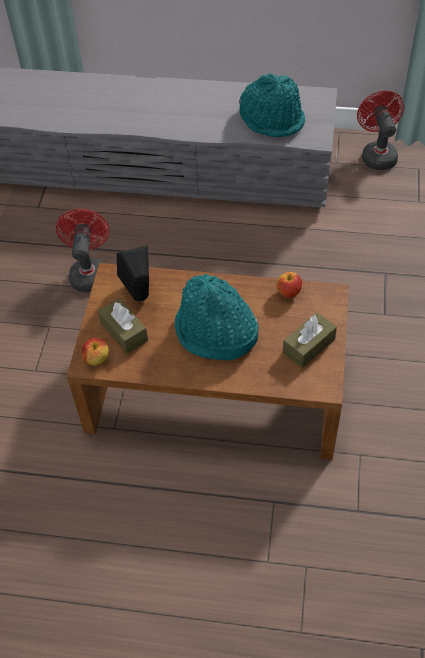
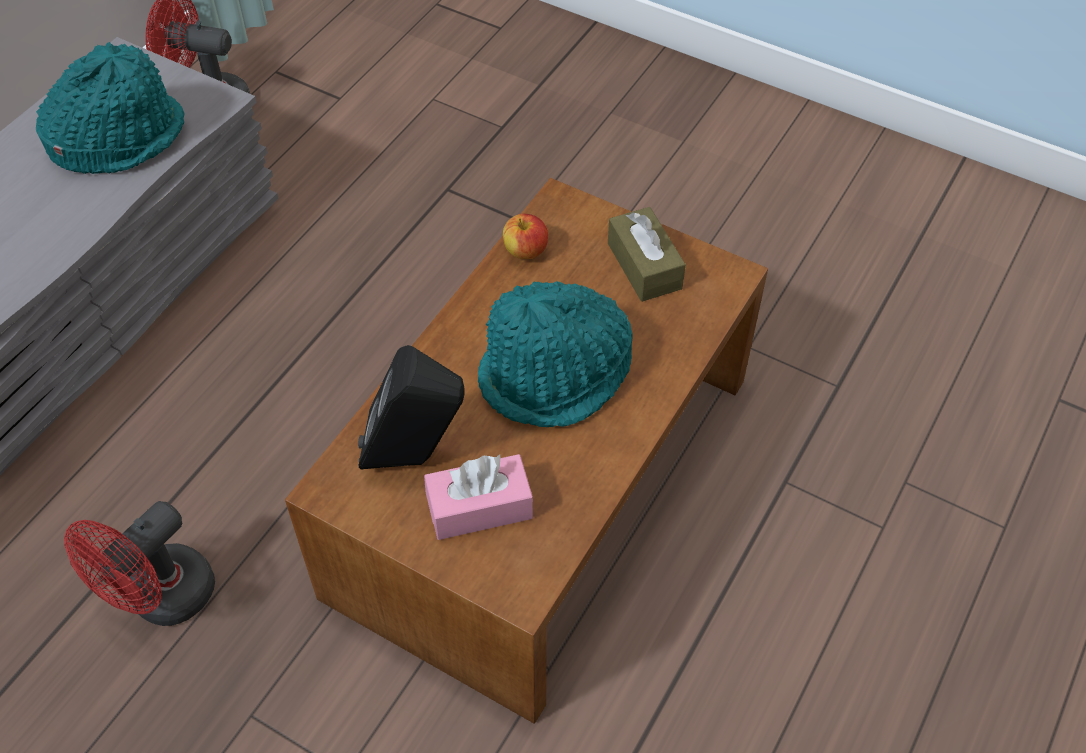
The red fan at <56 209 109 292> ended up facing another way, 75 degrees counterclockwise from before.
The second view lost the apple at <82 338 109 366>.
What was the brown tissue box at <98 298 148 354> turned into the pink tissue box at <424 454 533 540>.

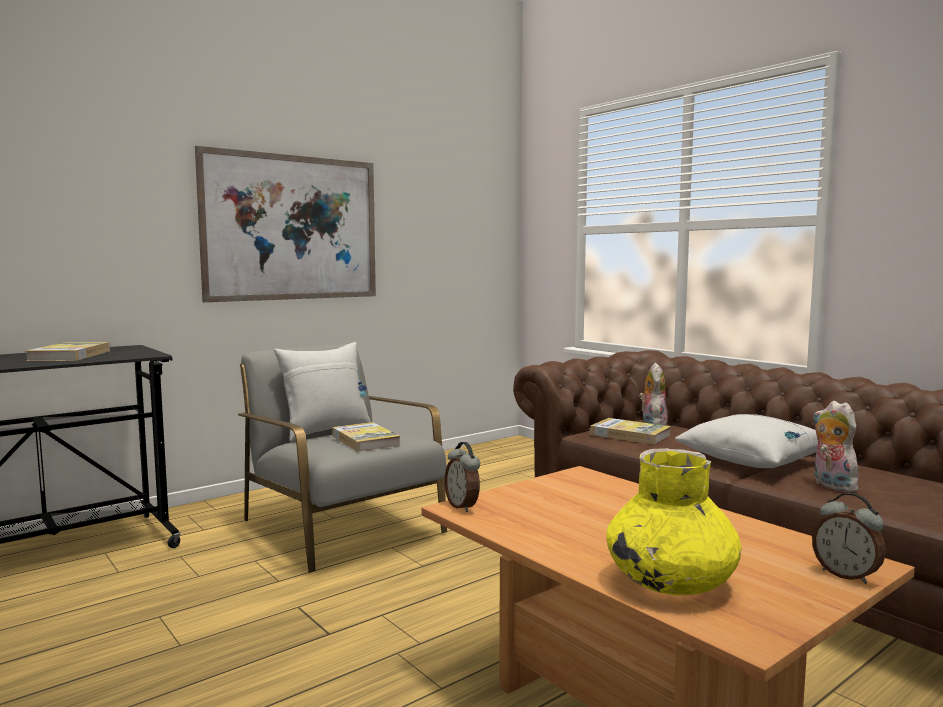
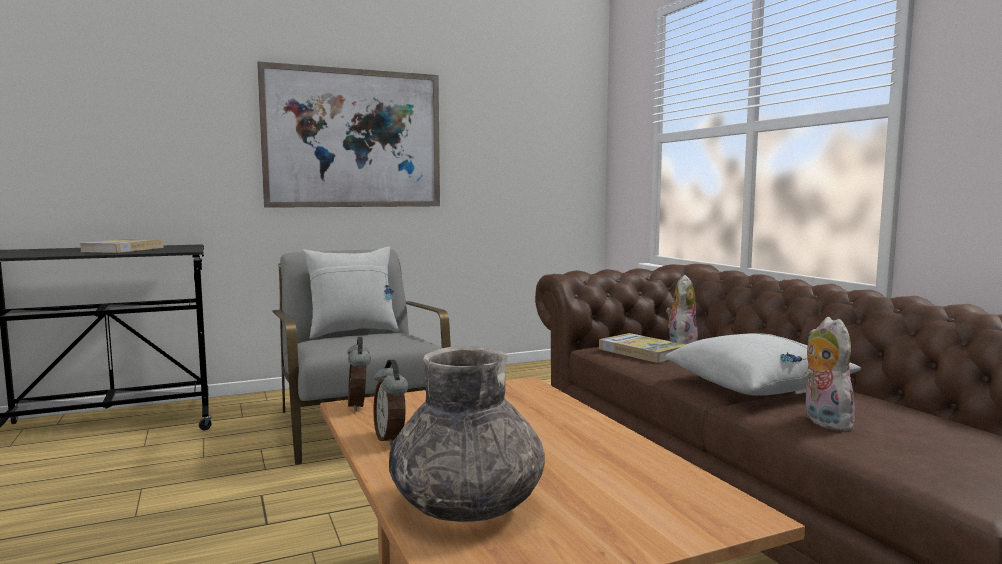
The second view lost the book at <332 422 400 451>.
What was the yellow vase at <606 448 741 595> turned into the grey vase at <389 346 545 522>.
The alarm clock ended up elsewhere, having gone from <812 493 886 584> to <373 360 408 446>.

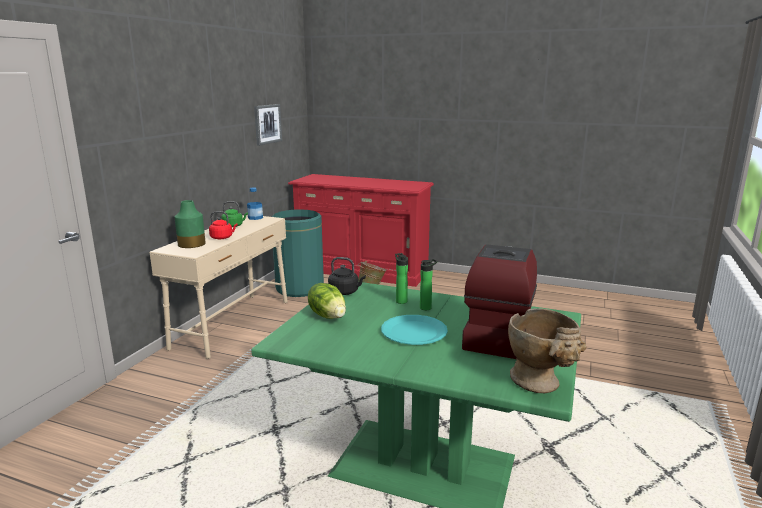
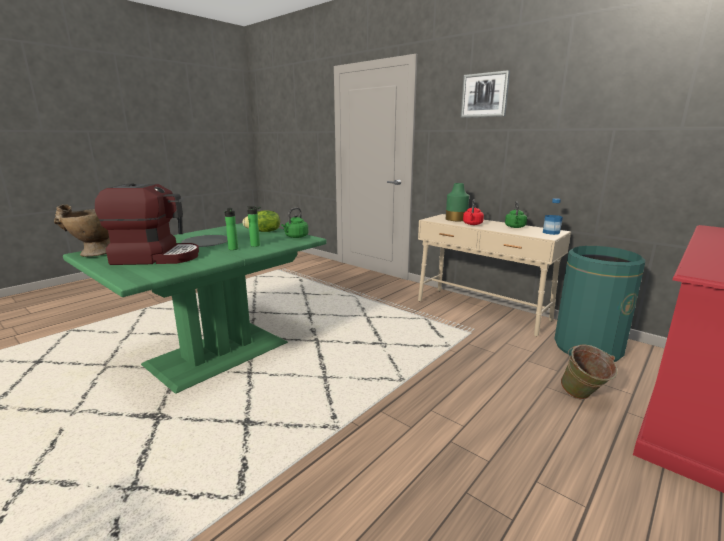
The picture ended up elsewhere, having gone from <254 104 282 146> to <461 70 510 118>.
What was the black kettle at <328 257 366 295> turned into the green kettle at <281 208 308 238>.
What was the turquoise plate at <381 315 448 345> turned into the grey plate at <181 235 228 247>.
The coffee machine at <462 244 537 359> ended up facing another way, 45 degrees counterclockwise from before.

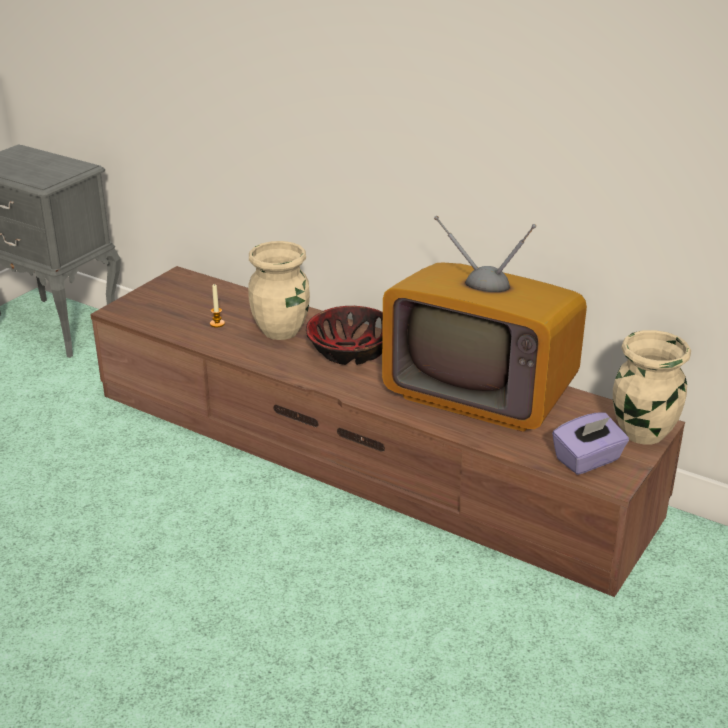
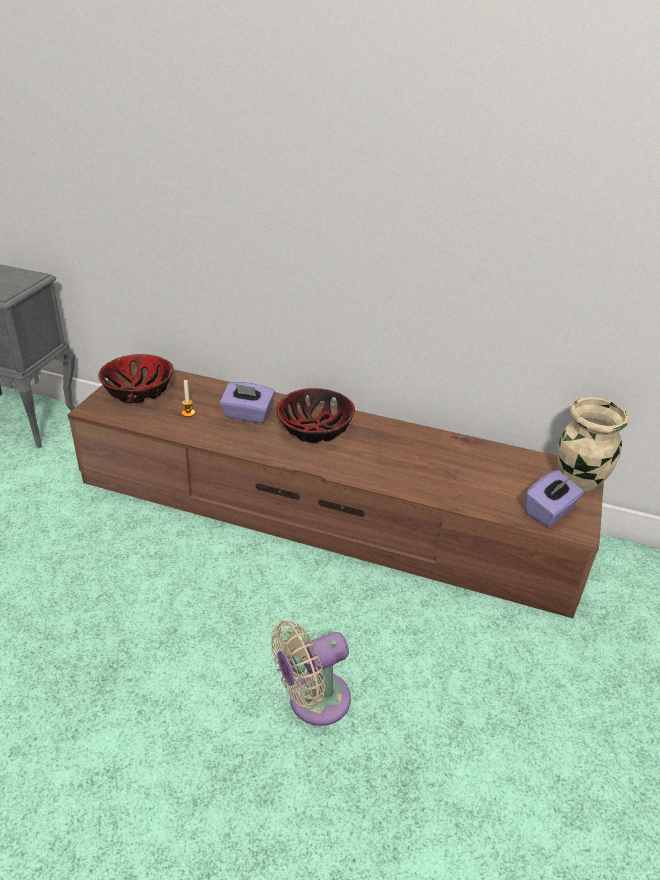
Where the beige vase stood at <248 241 310 340>, the purple tissue box came to stand at <220 382 275 423>.
The second view lost the television at <382 216 587 432>.
The second view gained the bowl at <98 354 174 403>.
The second view gained the beige fan at <271 621 351 726>.

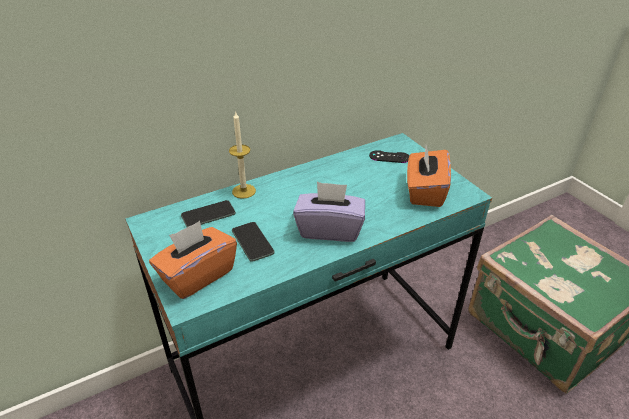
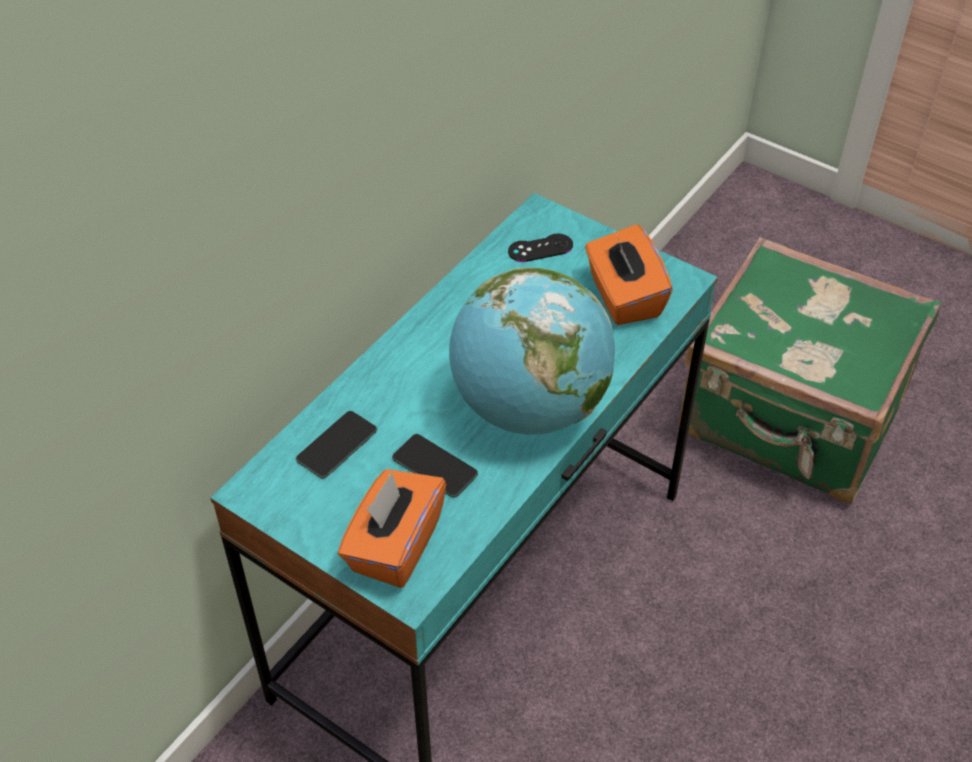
The second view lost the candle at <229 111 256 199>.
Where the purple tissue box stood at <293 182 365 242>, the globe came to stand at <449 268 615 435>.

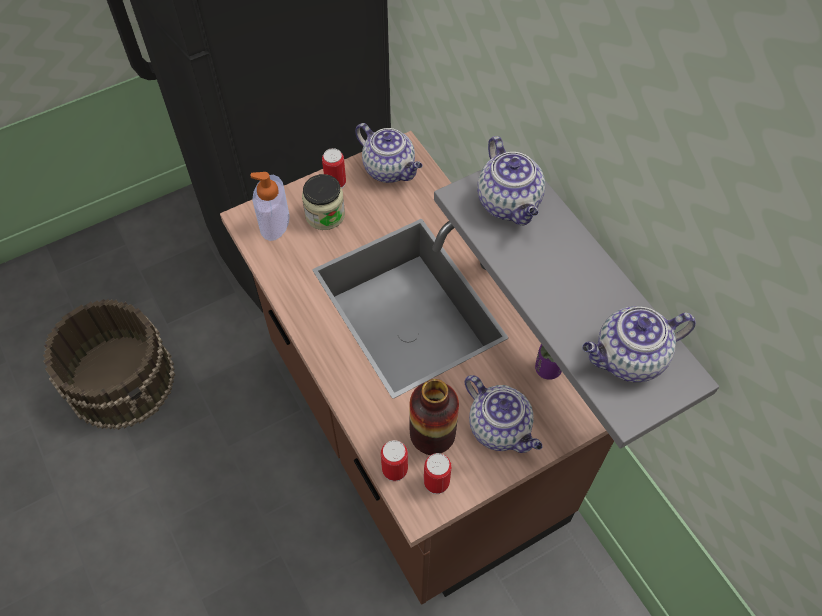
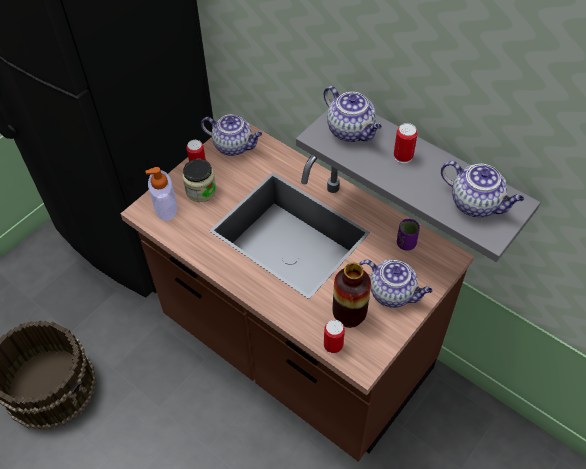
The can ended up elsewhere, having gone from <424 453 452 494> to <394 123 417 164>.
The teapot at <582 306 696 382> ended up facing another way, 105 degrees counterclockwise from before.

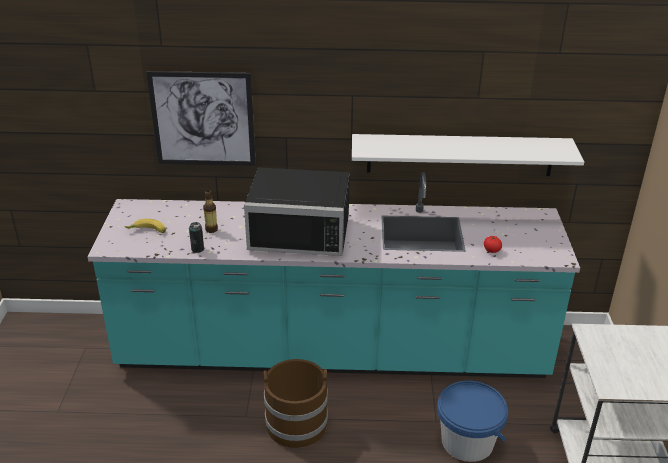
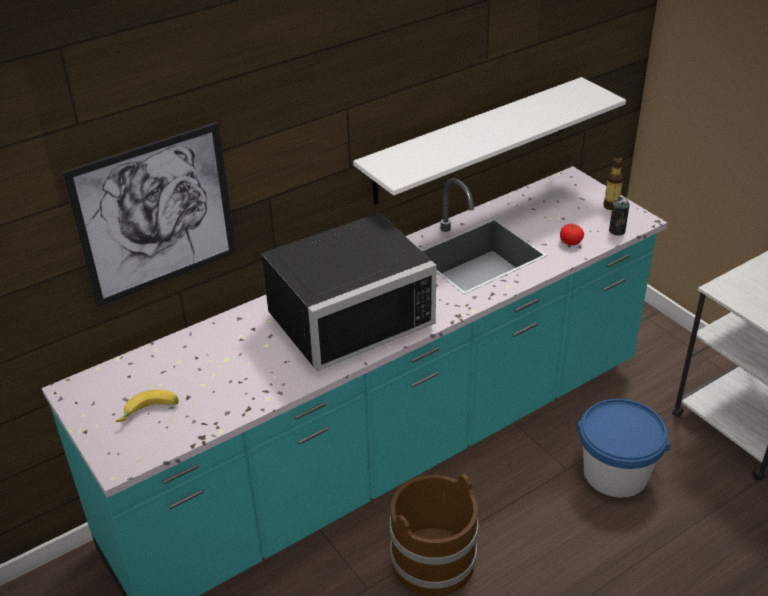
The can ended up elsewhere, having gone from <189 222 204 253> to <609 197 629 236>.
The bottle ended up elsewhere, having gone from <203 190 218 233> to <603 156 623 210>.

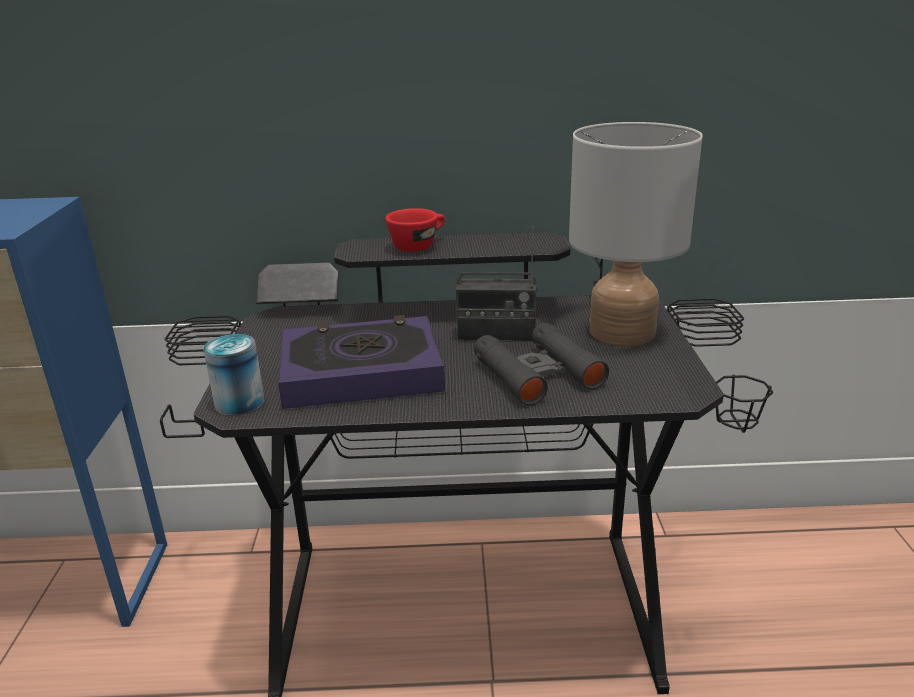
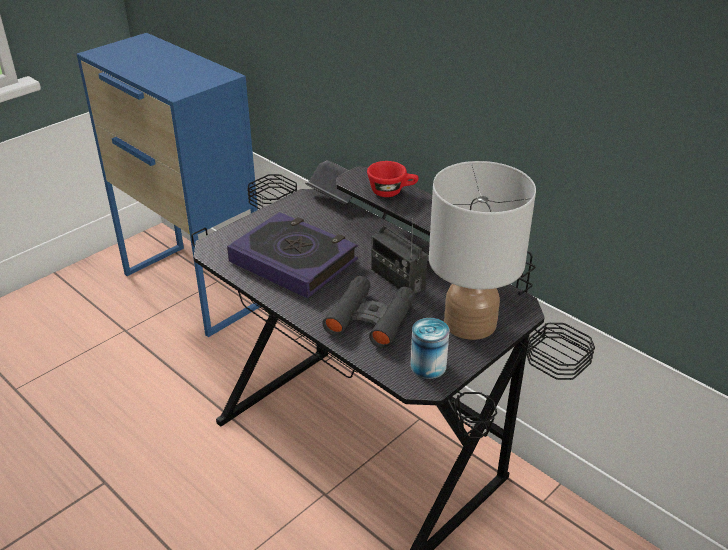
The can ended up elsewhere, having gone from <203 334 264 416> to <410 318 449 379>.

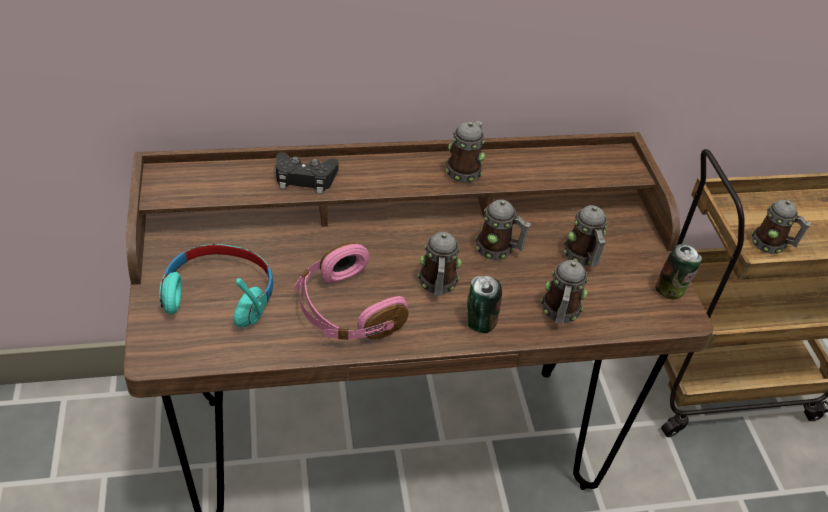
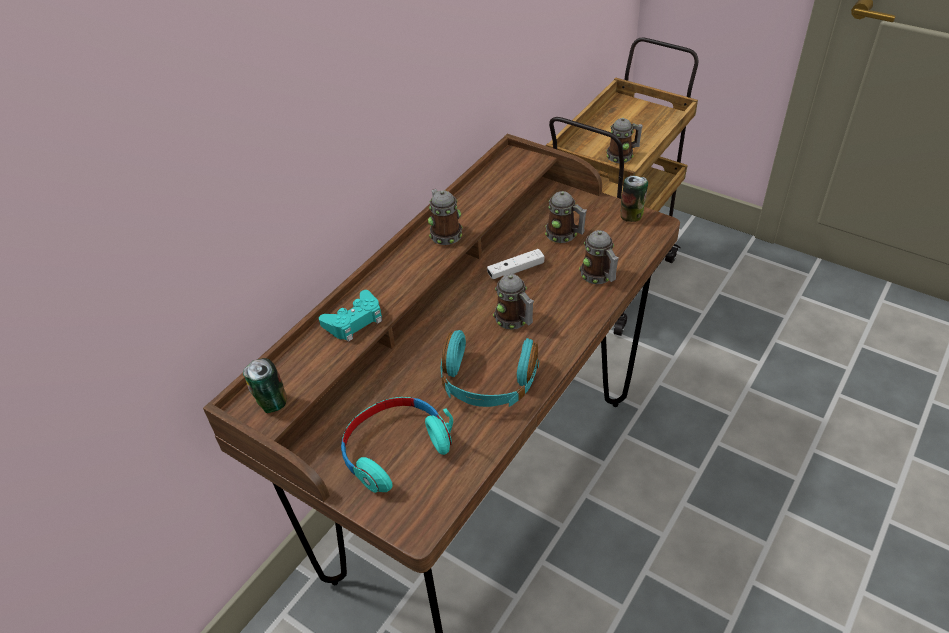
What was the black game controller at <276 152 339 194> turned into the turquoise game controller at <319 290 382 342>.
What was the pink headphones at <295 242 408 340> turned into the turquoise headphones at <441 330 539 407>.
The can ended up elsewhere, having gone from <467 275 502 333> to <243 358 287 413>.
Where the mug stood at <475 199 531 260>, the white game controller came to stand at <487 249 545 279>.

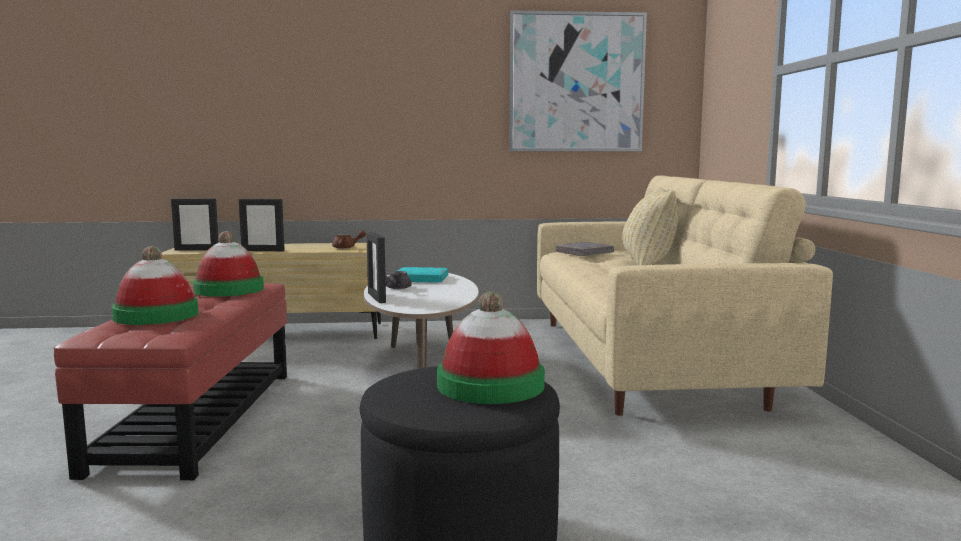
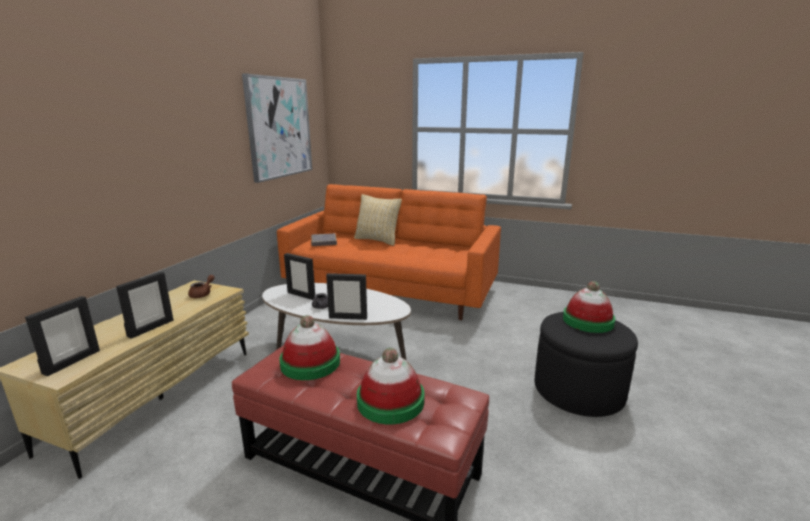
Where the turquoise book stood at <397 267 448 283>, the picture frame came to stand at <284 253 315 300>.
What was the beige sofa at <537 175 833 416> turned into the orange sofa at <277 184 501 320>.

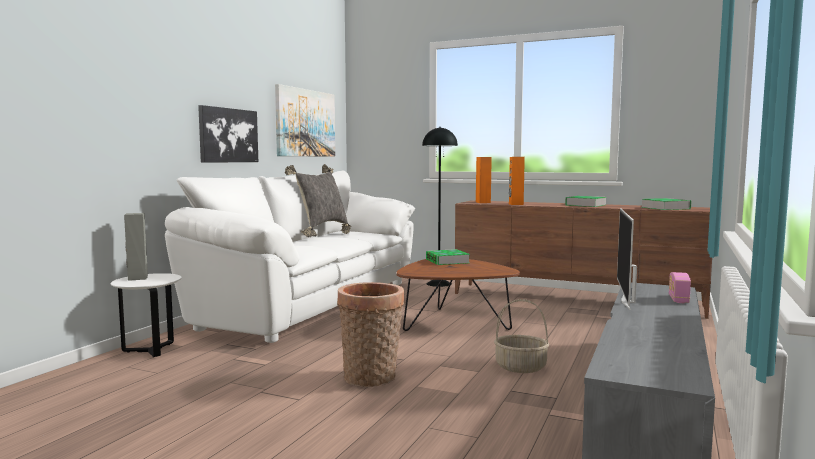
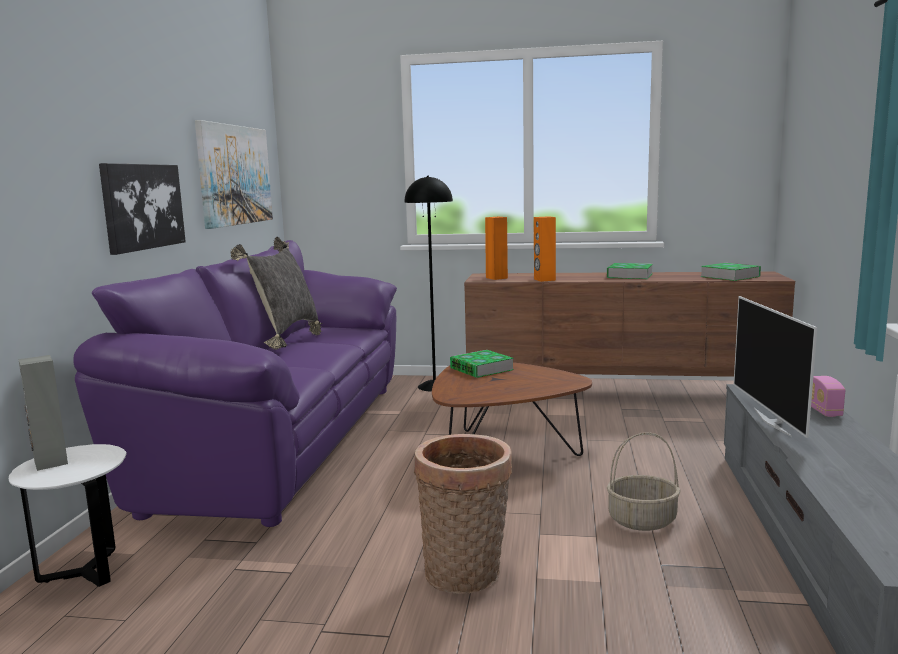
What was the white sofa at <165 171 415 343> turned into the purple sofa at <73 240 397 527>.

